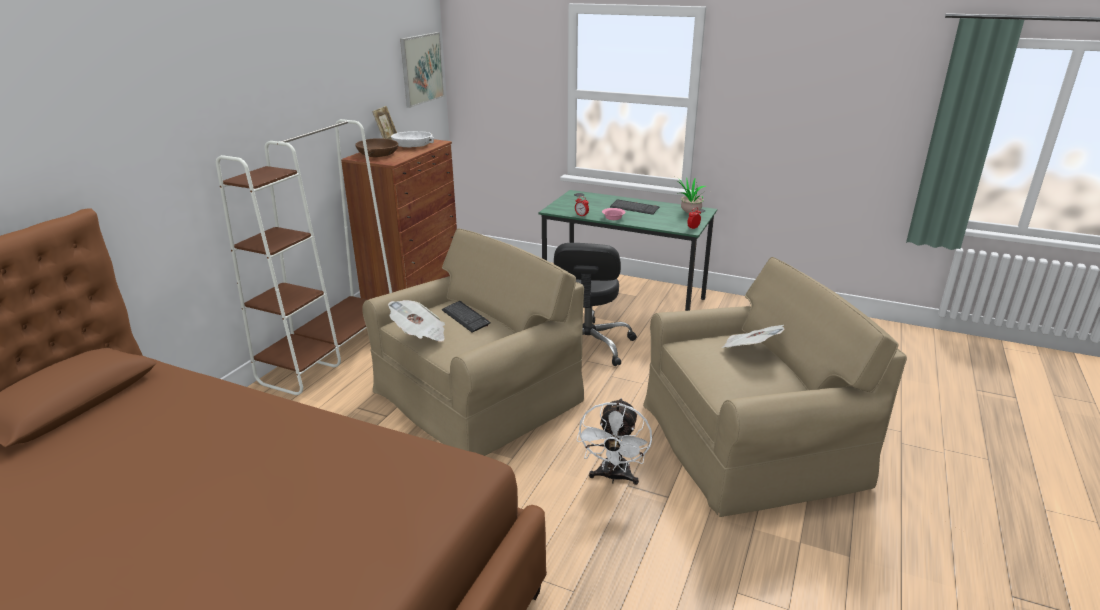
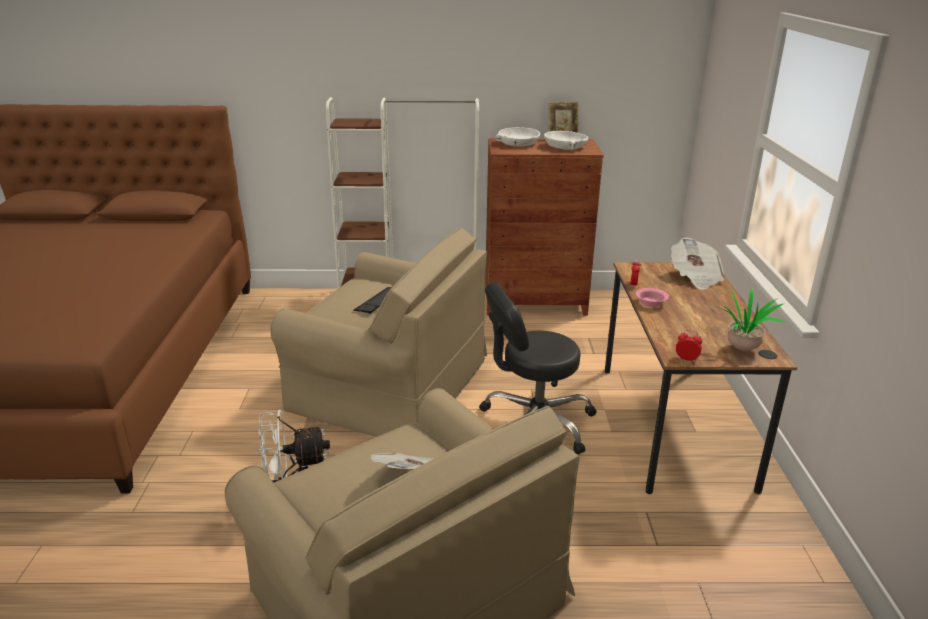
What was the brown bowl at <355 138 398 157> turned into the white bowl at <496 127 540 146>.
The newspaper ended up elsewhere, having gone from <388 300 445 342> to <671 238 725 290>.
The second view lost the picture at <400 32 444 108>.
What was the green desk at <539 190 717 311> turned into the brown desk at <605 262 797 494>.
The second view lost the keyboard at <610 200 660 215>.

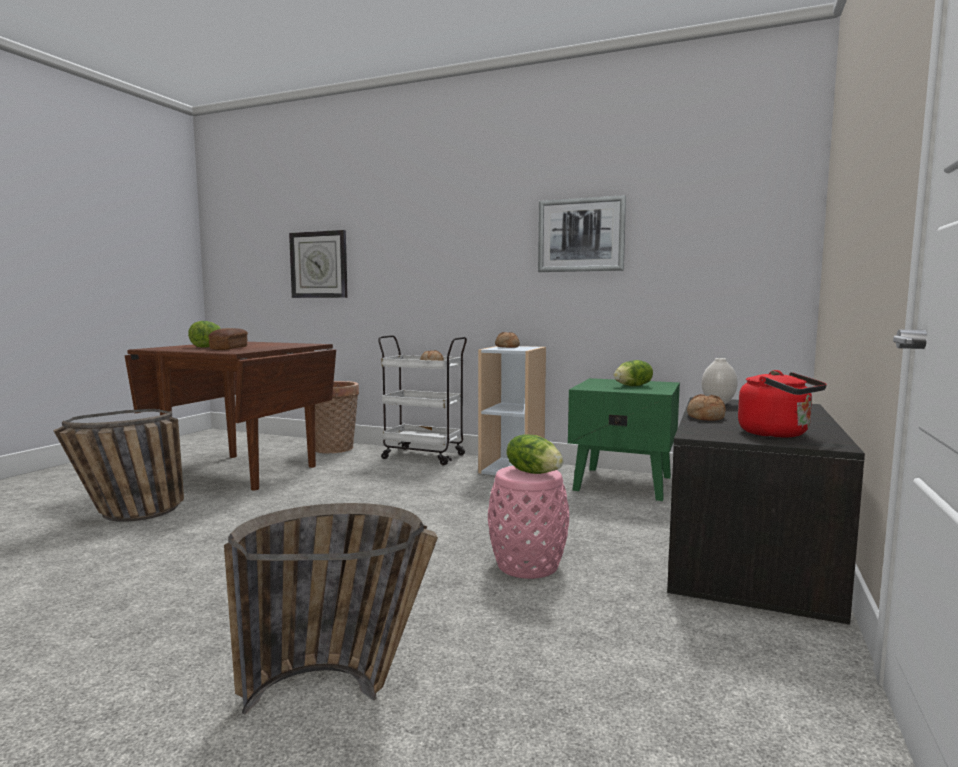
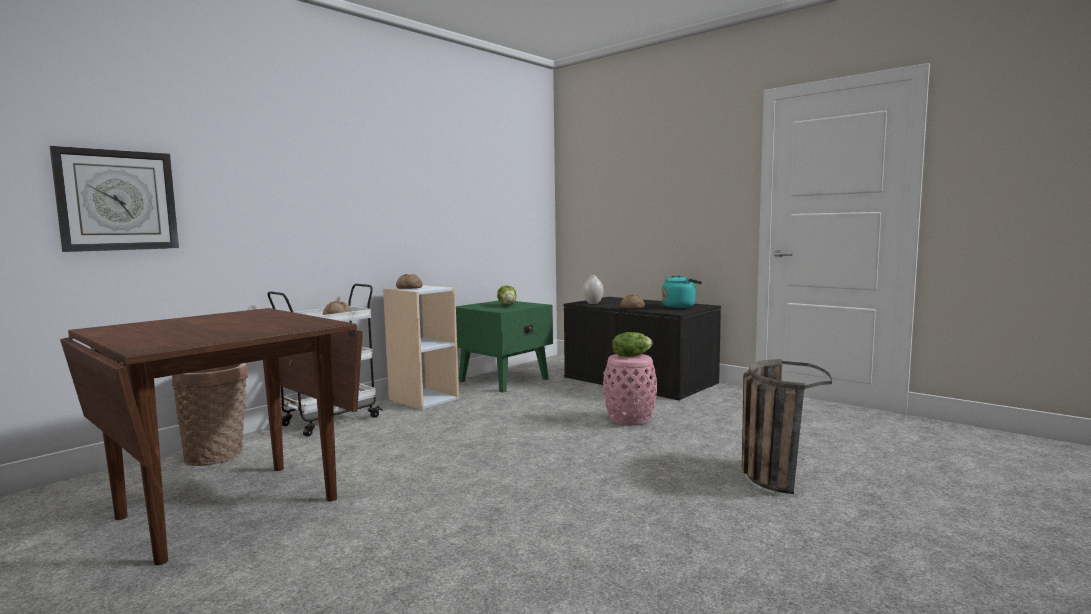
The second view lost the basket at <53 409 184 522>.
The second view lost the lettuce at <188 321 221 348>.
The second view lost the bread at <209 328 248 350>.
The second view lost the picture at <538 195 626 272>.
What was the red kettle at <738 370 827 438> turned into the turquoise kettle at <662 275 702 308>.

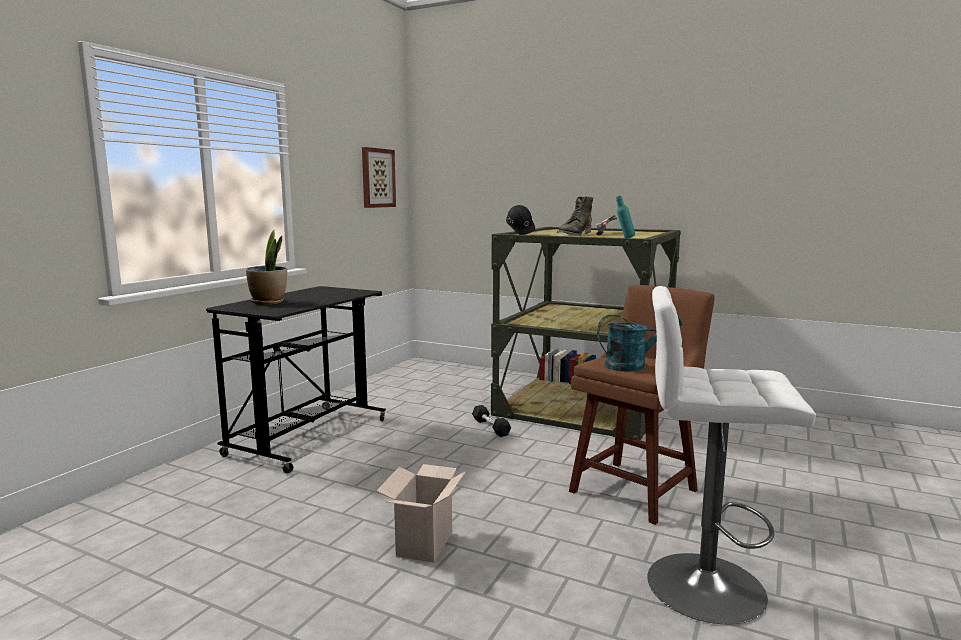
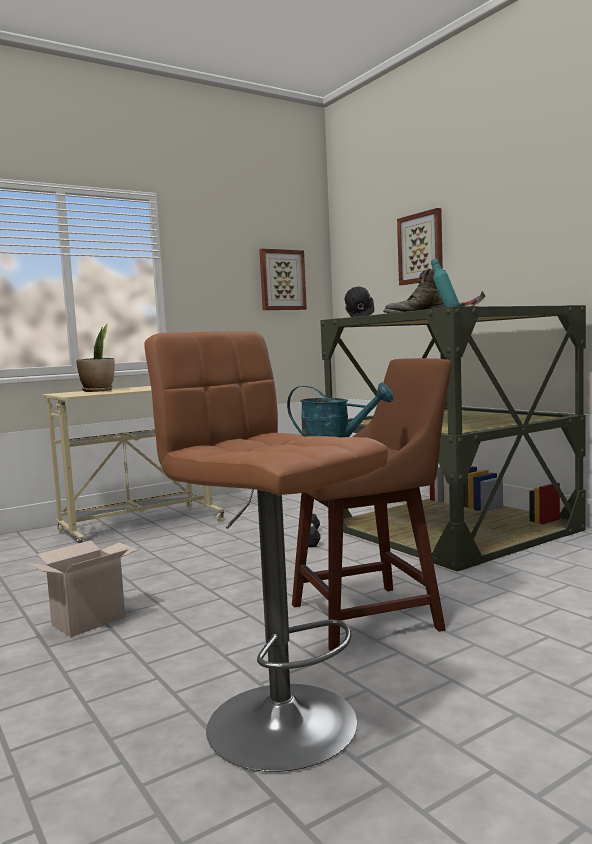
What was the black desk at <206 286 386 473> turned into the beige desk at <42 386 224 543>.
What was the white stool at <647 286 816 624> turned into the brown stool at <144 331 388 772>.
The second view gained the picture at <397 208 443 285>.

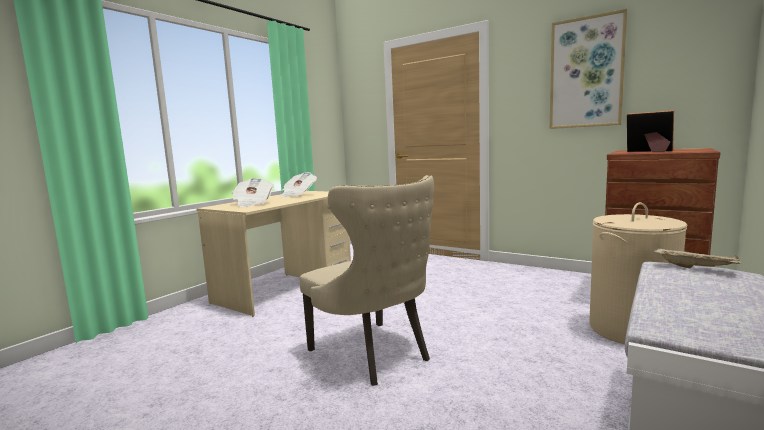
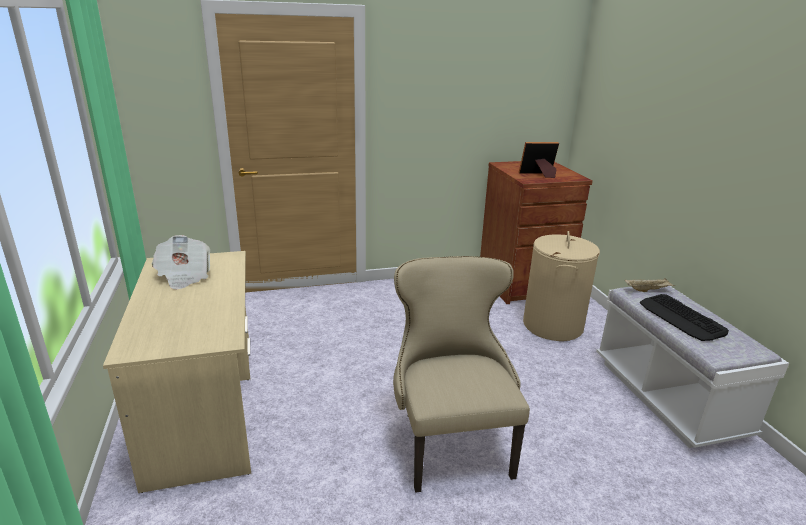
The second view lost the newspaper at <232 178 274 207>.
The beige chair at <300 175 434 386> ended up facing another way, 105 degrees counterclockwise from before.
The second view lost the picture at <550 9 627 129>.
The second view gained the keyboard at <640 294 729 341>.

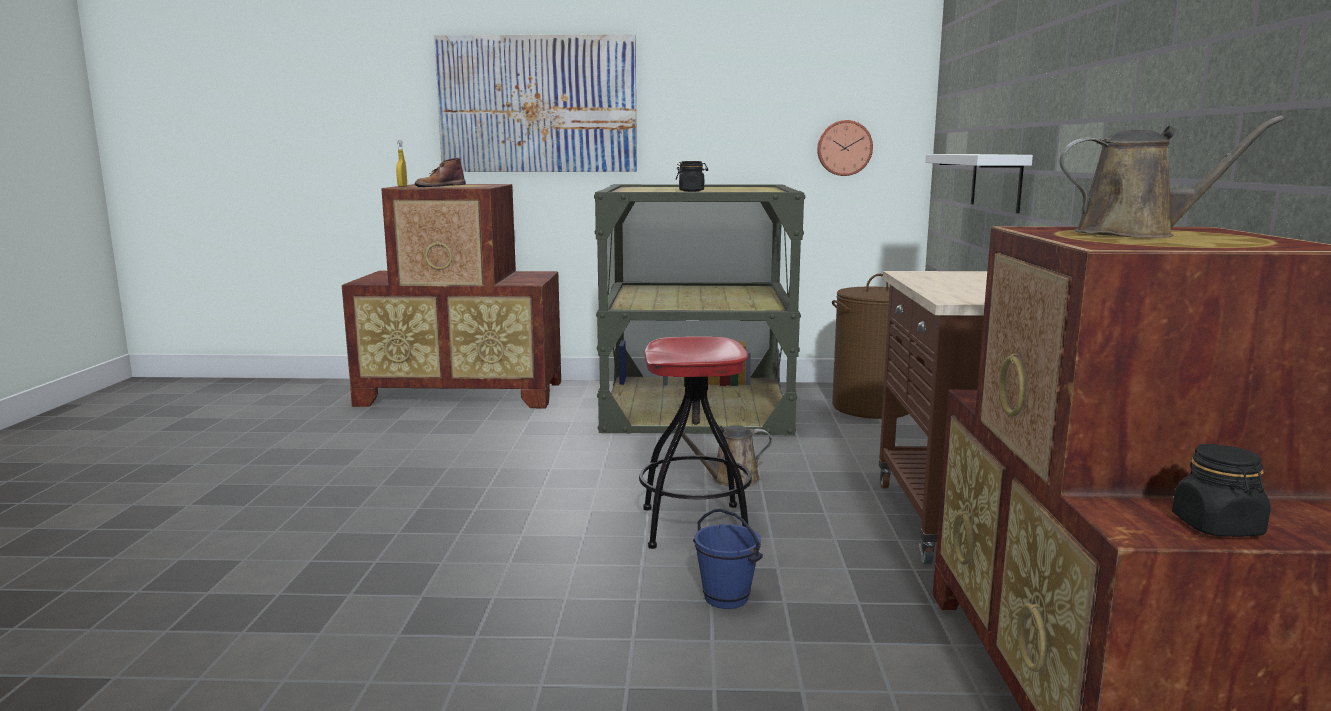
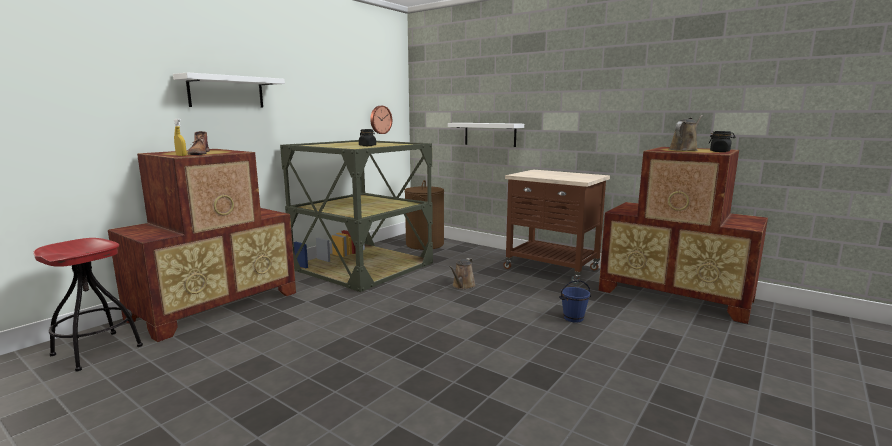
Where the picture hung at <434 34 637 172>, the white shelf came to hang at <173 72 285 108>.
The red stool ended up elsewhere, having gone from <639 336 752 549> to <33 238 143 372>.
The black jar ended up elsewhere, having gone from <1172 444 1271 537> to <708 131 735 152>.

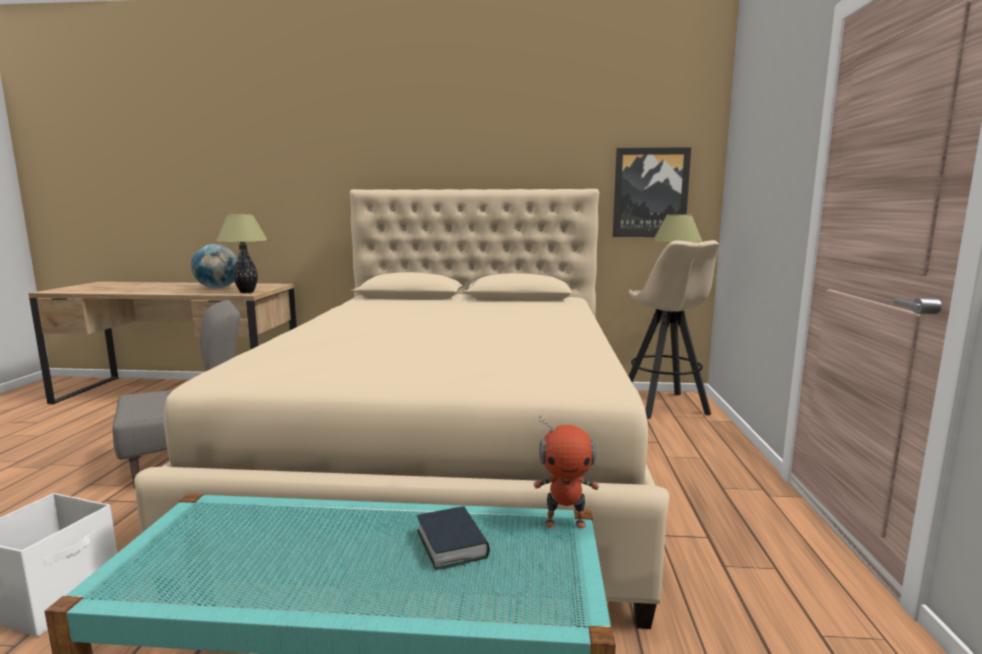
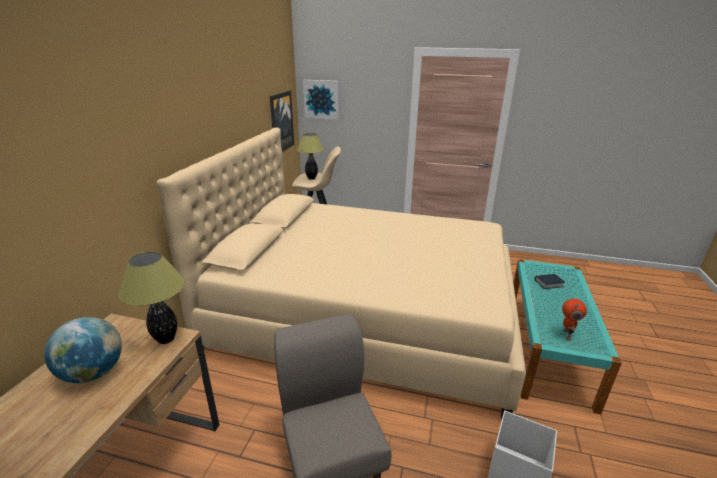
The toy robot ended up elsewhere, having gone from <533 416 599 528> to <562 299 587 340>.
The second view gained the picture at <303 80 340 120>.

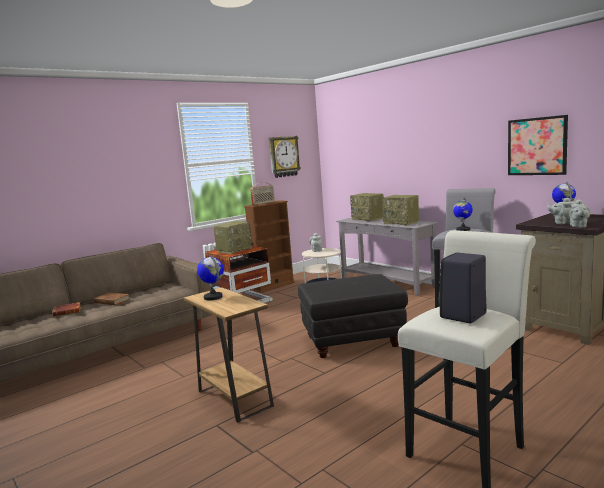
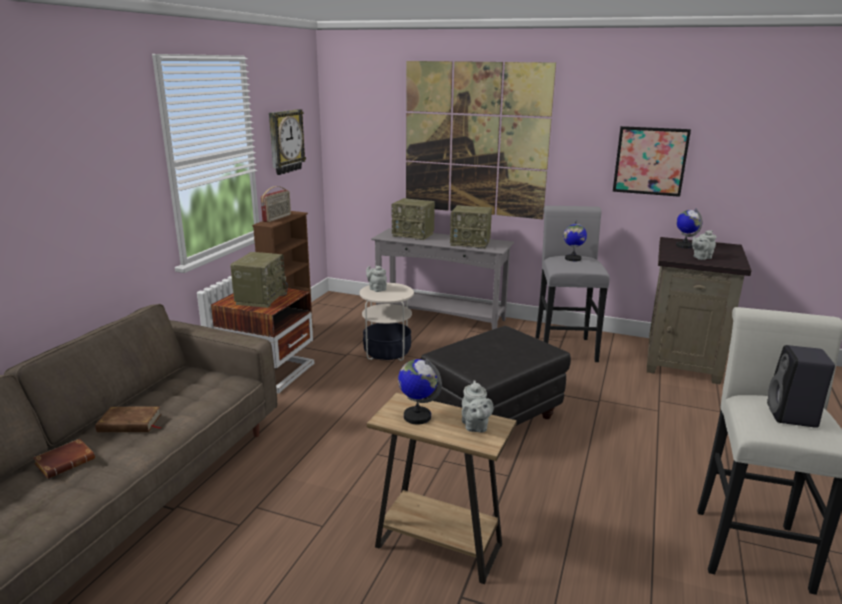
The grey teapot ended up elsewhere, having gone from <569 199 591 228> to <462 380 493 433>.
The second view gained the picture at <406 61 556 219>.

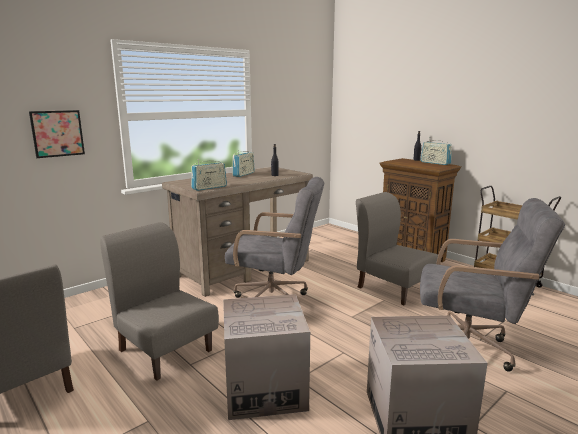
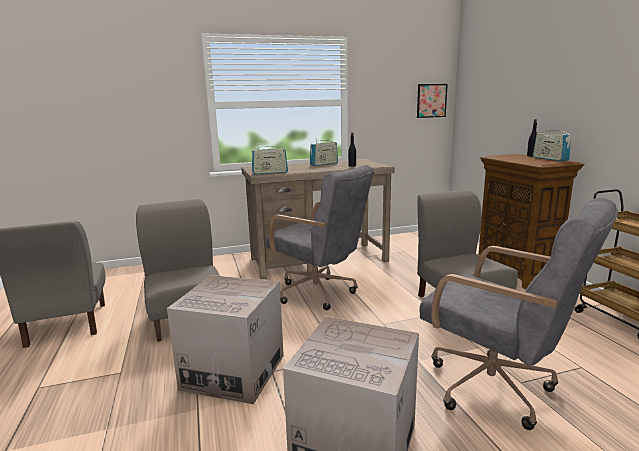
The picture ended up elsewhere, having gone from <29 110 85 158> to <417 84 448 118>.

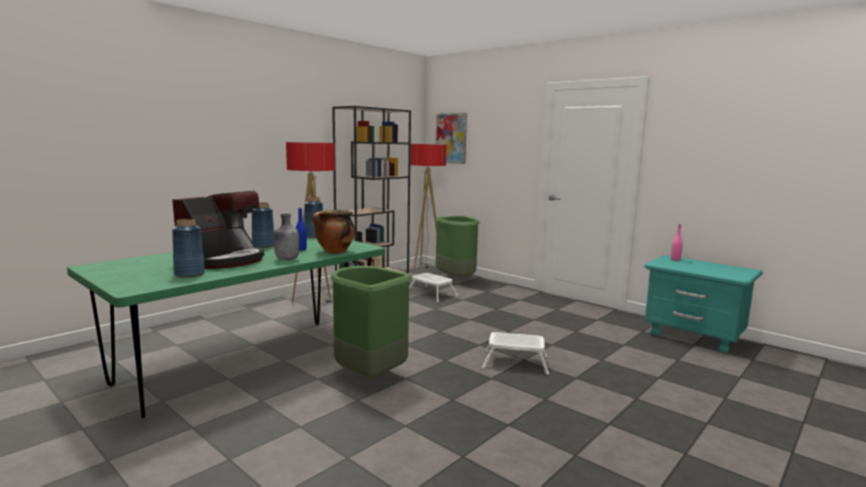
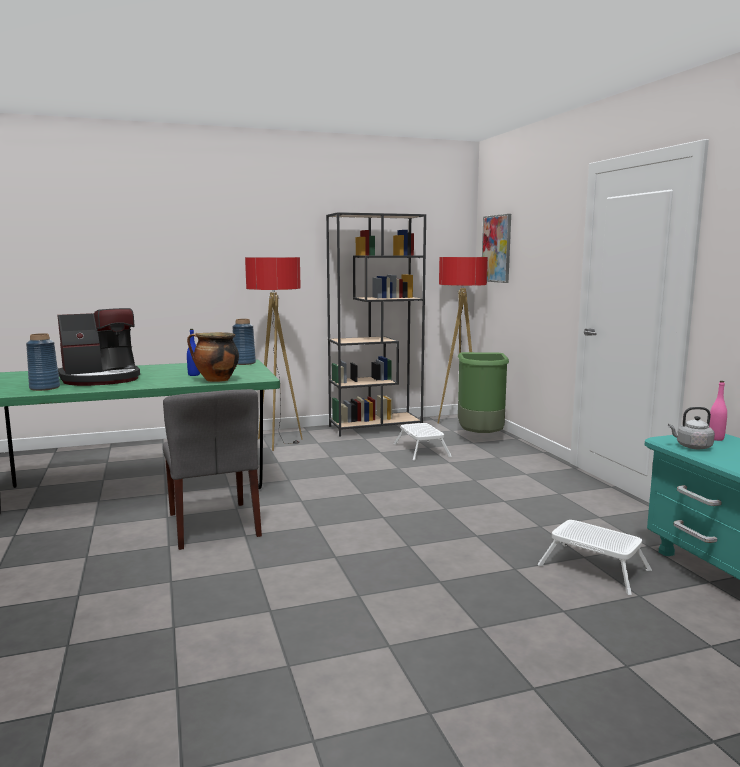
The second view lost the blue vase at <252 202 274 248>.
The second view lost the grey bottle at <274 214 300 260>.
Where the green trash can stood at <330 266 412 378>, the grey chair came to stand at <163 389 262 550>.
The white step ladder ended up elsewhere, having gone from <482 332 549 375> to <538 520 652 595>.
The second view gained the grey kettle at <668 407 715 449>.

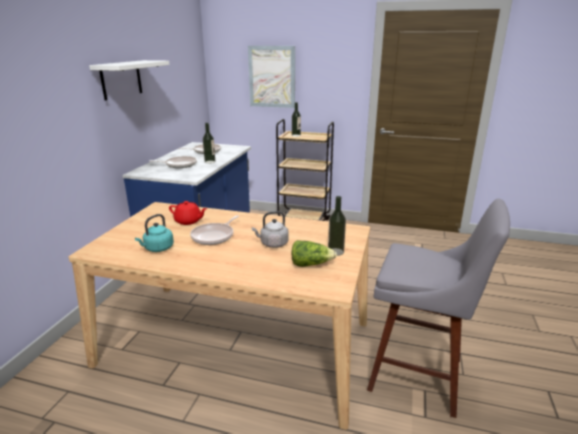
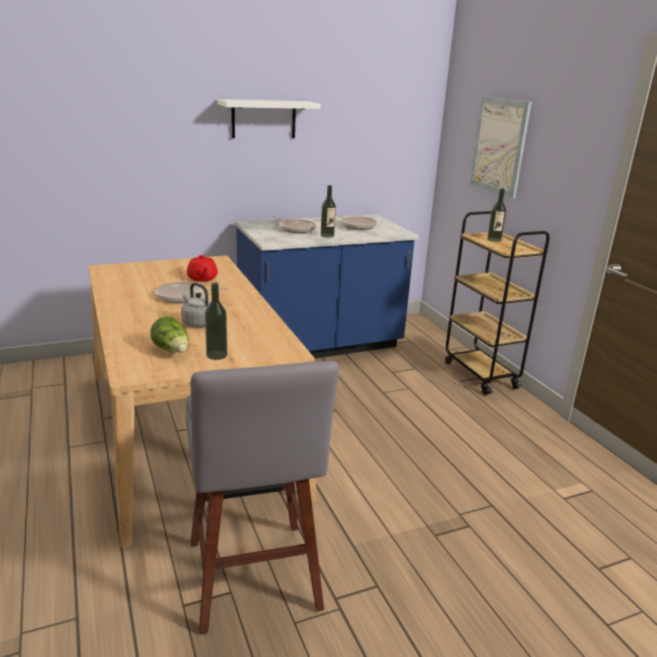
The second view lost the turquoise kettle at <135 214 174 252>.

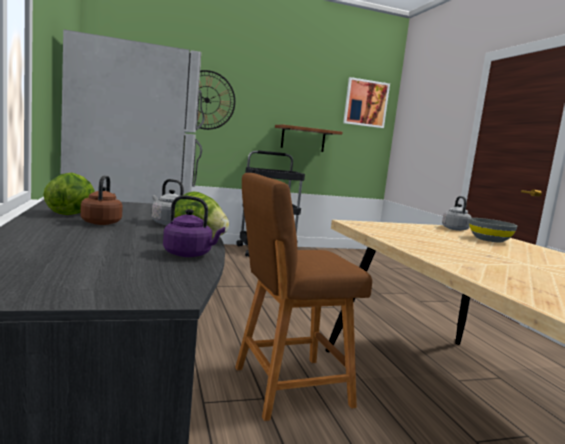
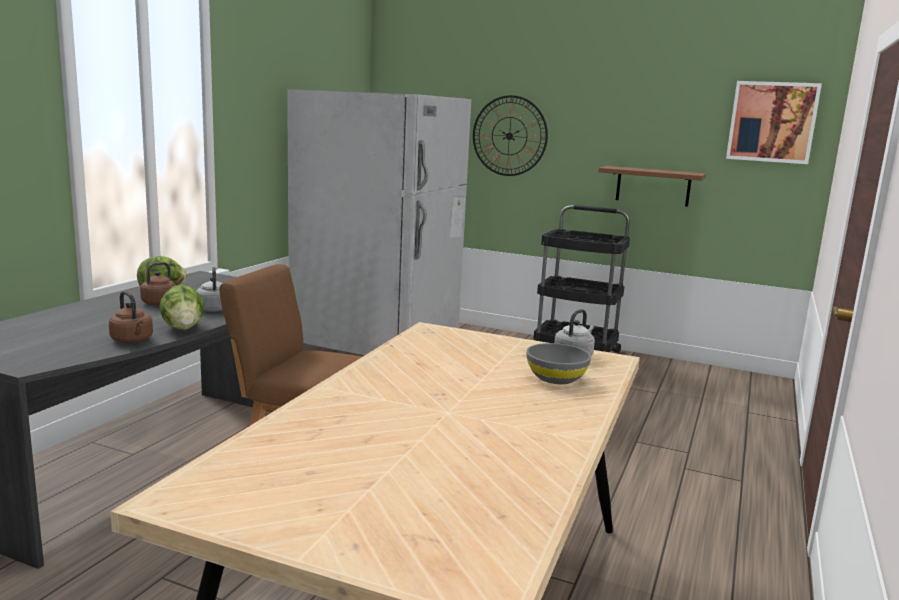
What was the purple kettle at <163 195 225 257> turned into the brown kettle at <109 291 153 343>.

